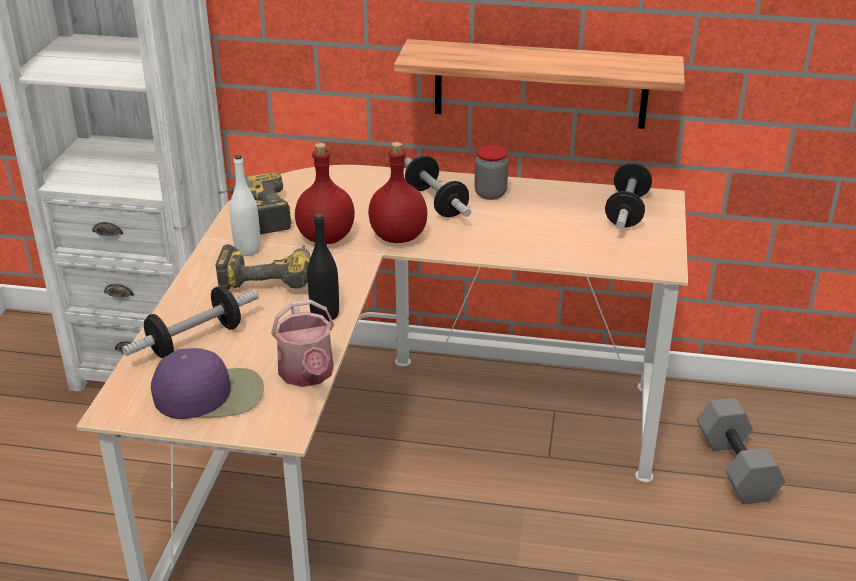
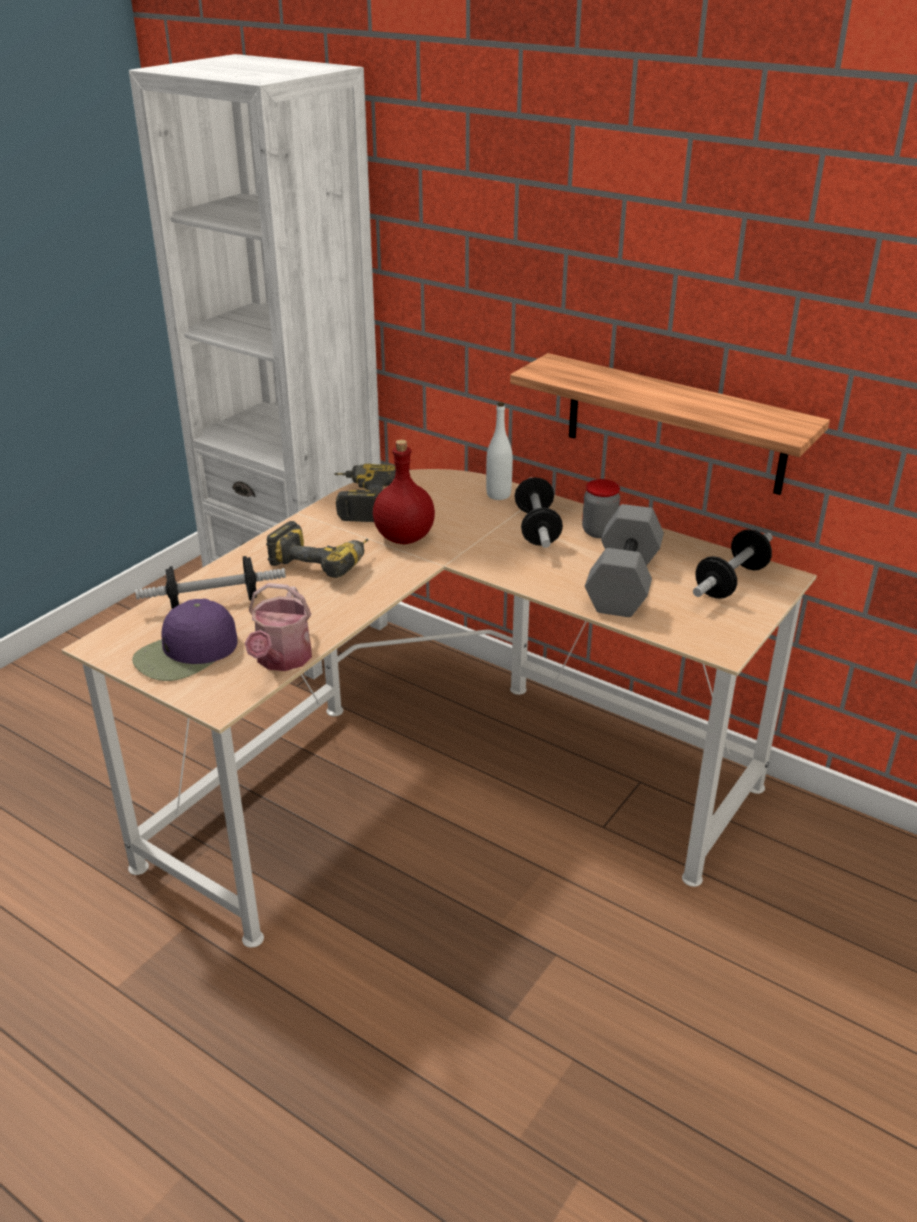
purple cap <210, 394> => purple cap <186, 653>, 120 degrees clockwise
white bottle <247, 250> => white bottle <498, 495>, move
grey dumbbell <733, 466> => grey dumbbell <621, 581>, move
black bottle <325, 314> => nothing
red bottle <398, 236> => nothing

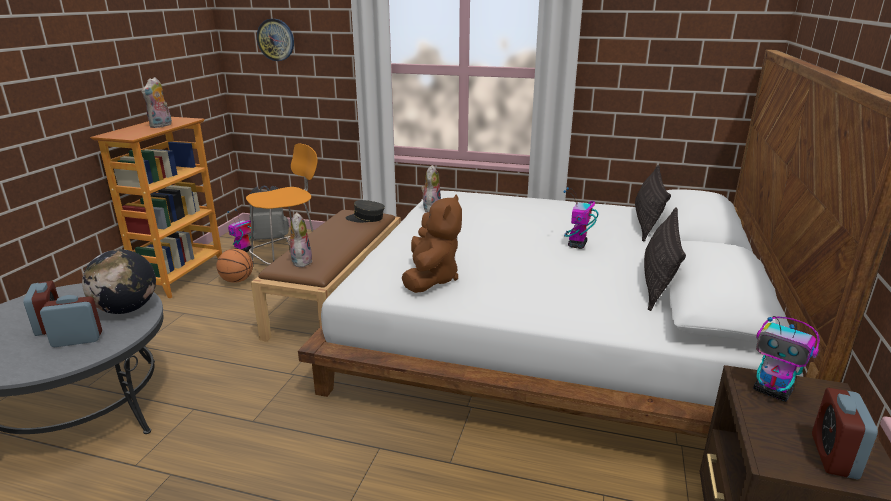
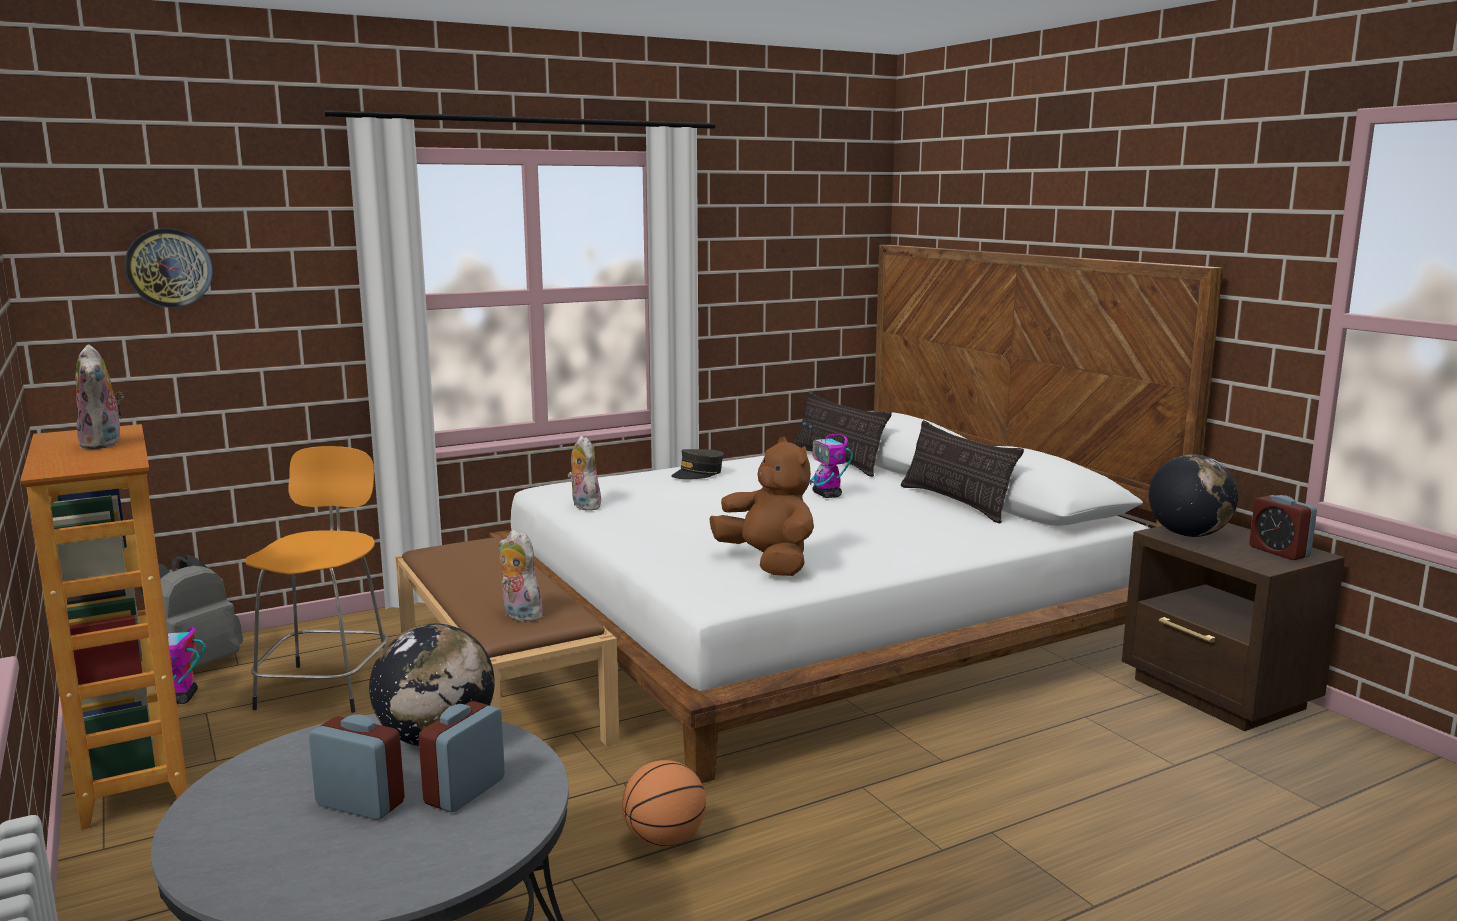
basketball <237, 281> => basketball <664, 840>, move
grey cap <366, 218> => grey cap <698, 474>, move
toy robot <773, 392> => globe <1188, 534>

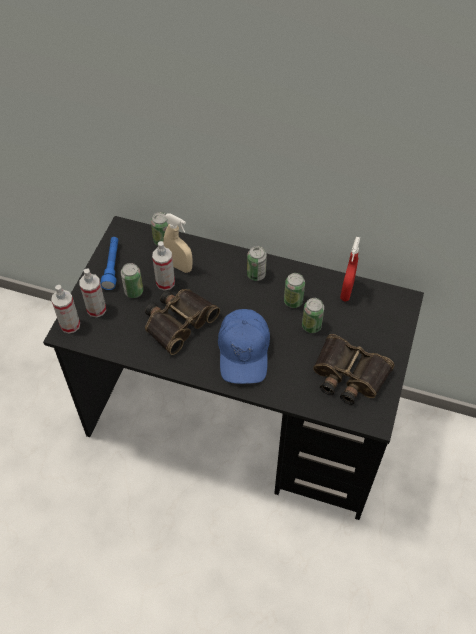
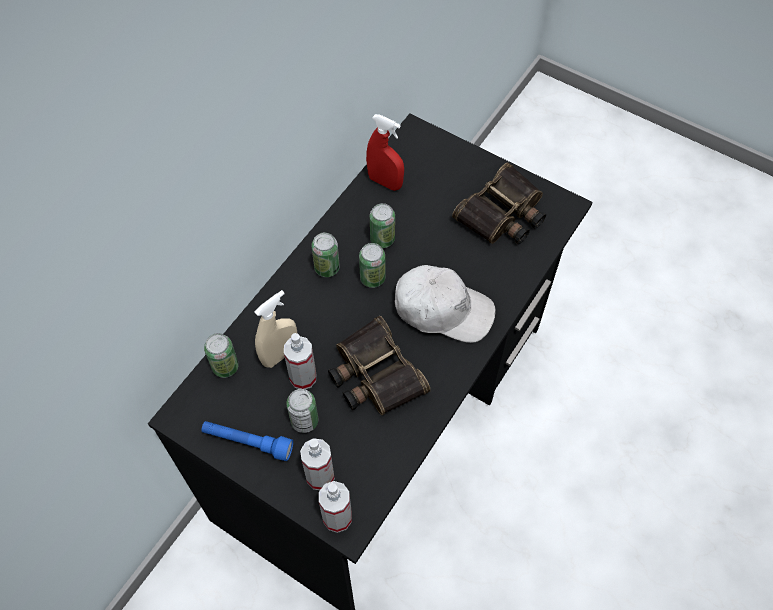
can <311, 326> => can <372, 278>, move
blue cap <244, 351> => white cap <442, 309>

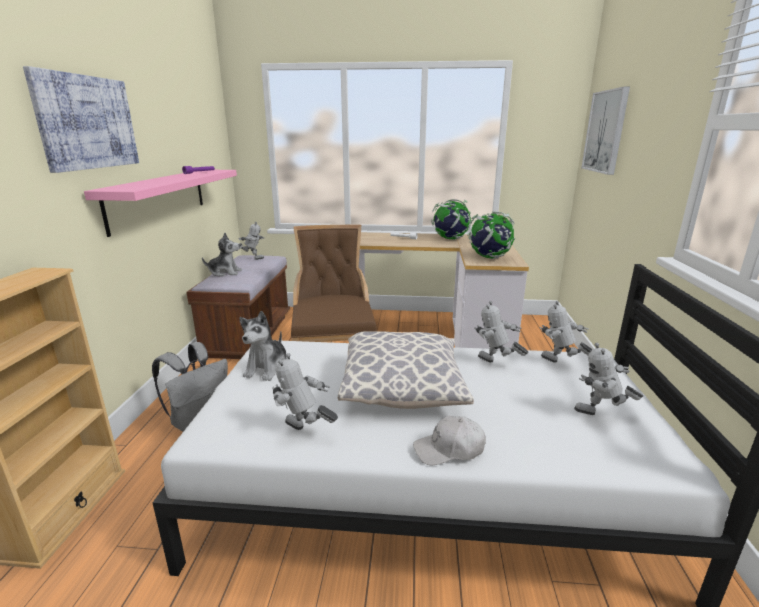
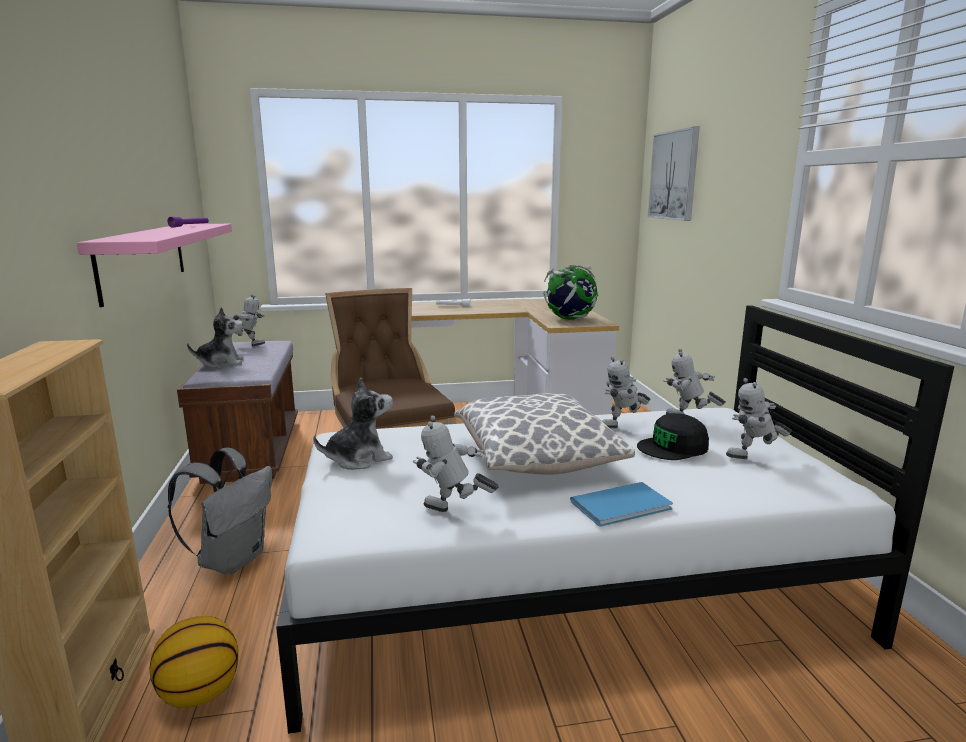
nothing => basketball <200, 693>
plush toy <268, 368> => plush toy <358, 459>, 120 degrees counterclockwise
white cap <449, 449> => blue book <624, 506>
toy robot <496, 364> => toy robot <623, 427>, 45 degrees counterclockwise
nothing => black cap <673, 447>
picture <87, 122> => nothing
globe <450, 239> => nothing

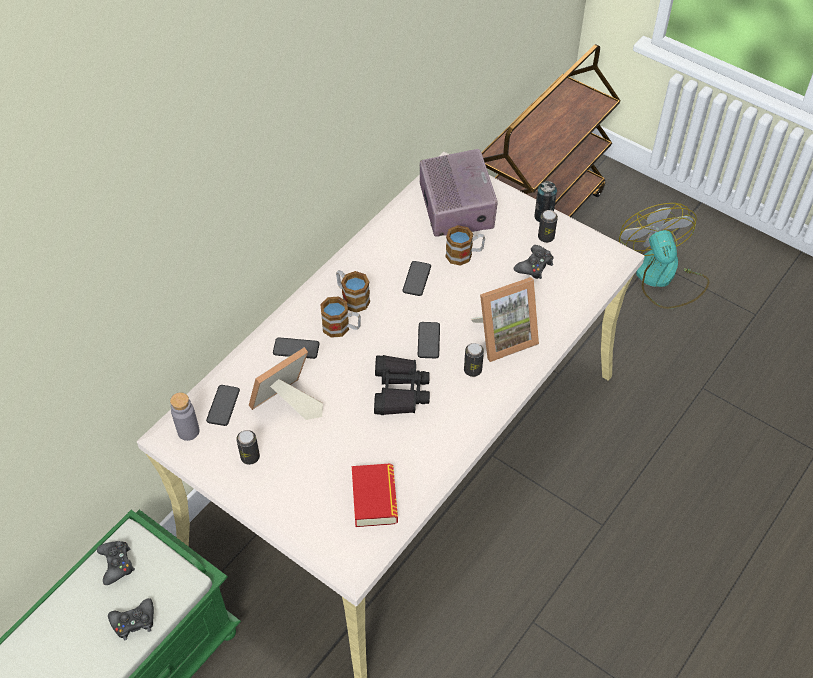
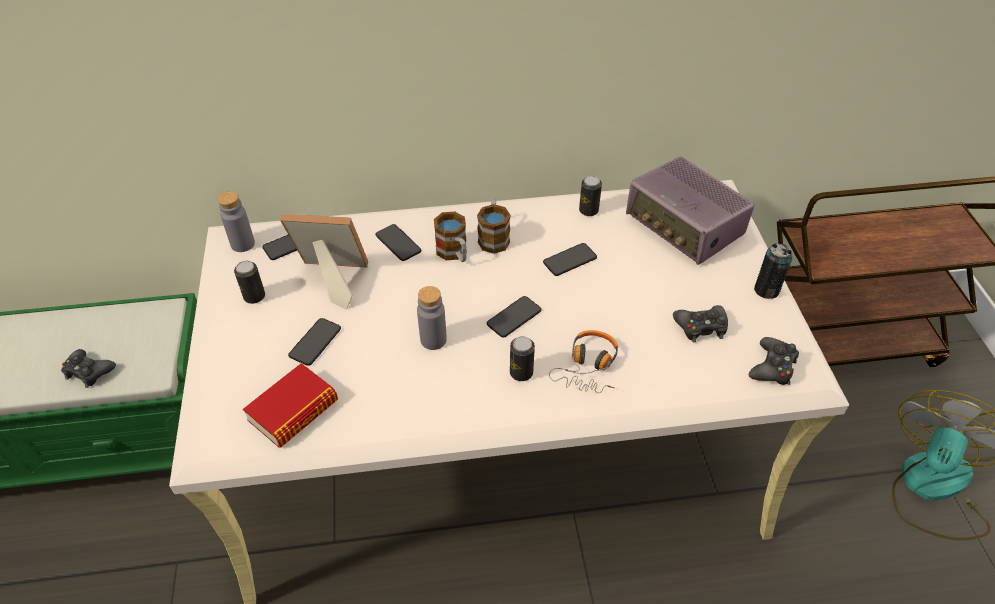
nothing => phone <315, 342>
black binoculars <400, 391> => grey bottle <433, 340>
picture frame <503, 337> => headphones <588, 367>
can <546, 237> => can <588, 210>, move
radio <456, 206> => radio <684, 227>, 105 degrees clockwise
black game controller <117, 564> => black game controller <772, 367>, move
mug <464, 254> => nothing

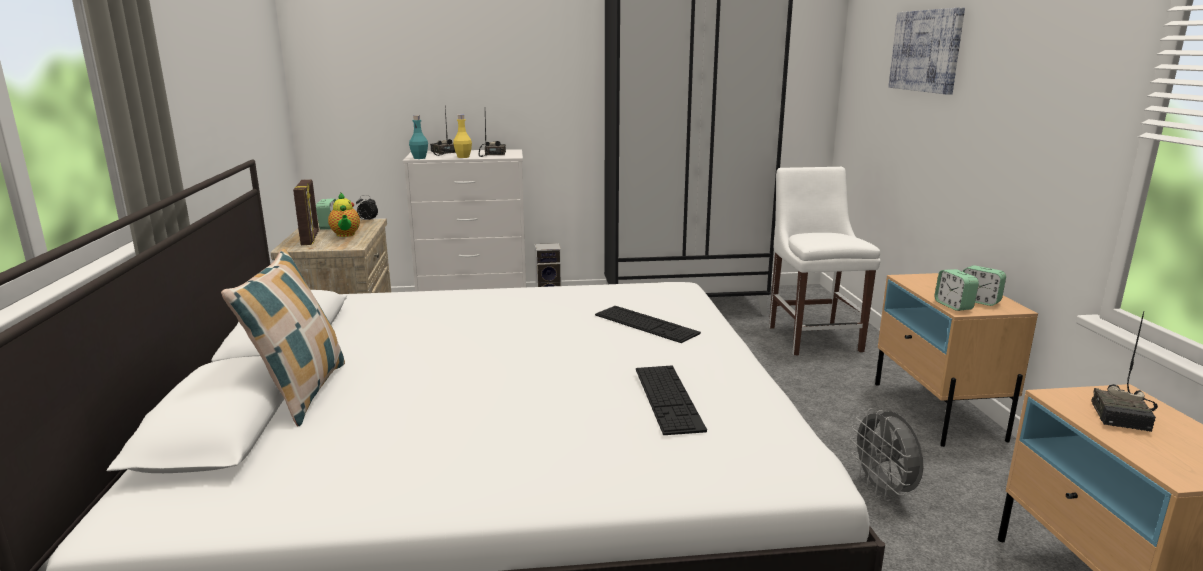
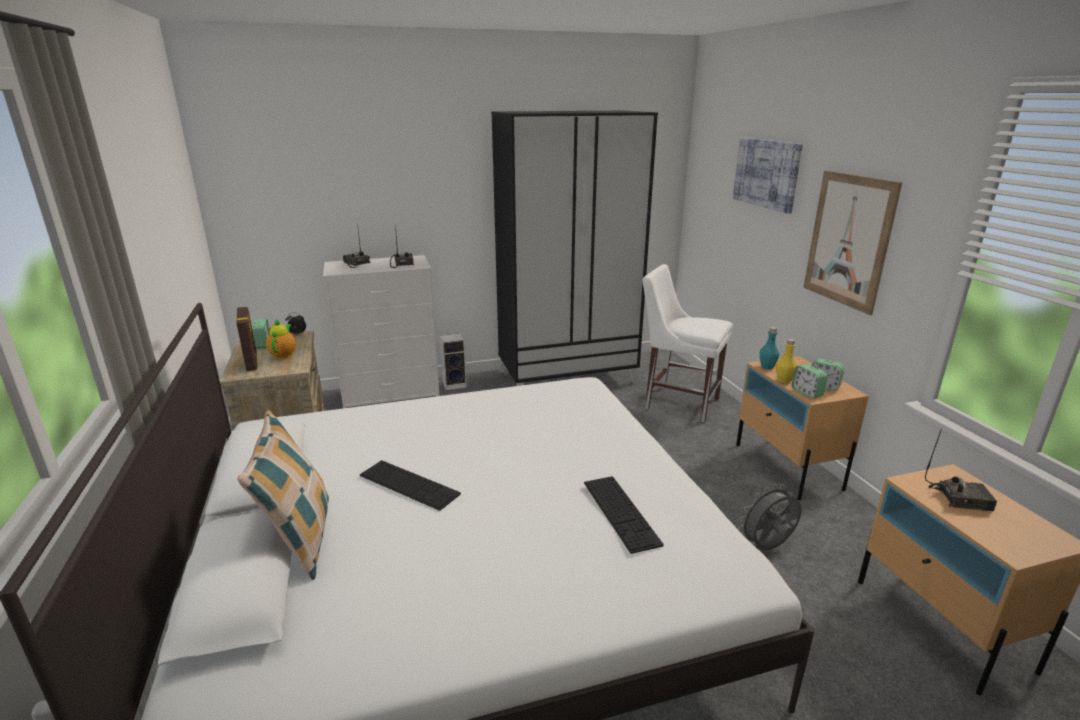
teapot <345, 235> => teapot <284, 354>, 150 degrees counterclockwise
keyboard <646, 324> => keyboard <409, 484>, move
white chair <813, 337> => white chair <678, 402>, 45 degrees counterclockwise
grey fan <883, 491> => grey fan <767, 548>, 90 degrees clockwise
turquoise bottle <419, 158> => turquoise bottle <767, 366>, move
yellow bottle <463, 157> => yellow bottle <784, 380>, move
nothing => picture <848, 240>
radio <1125, 417> => radio <960, 498>, 90 degrees counterclockwise

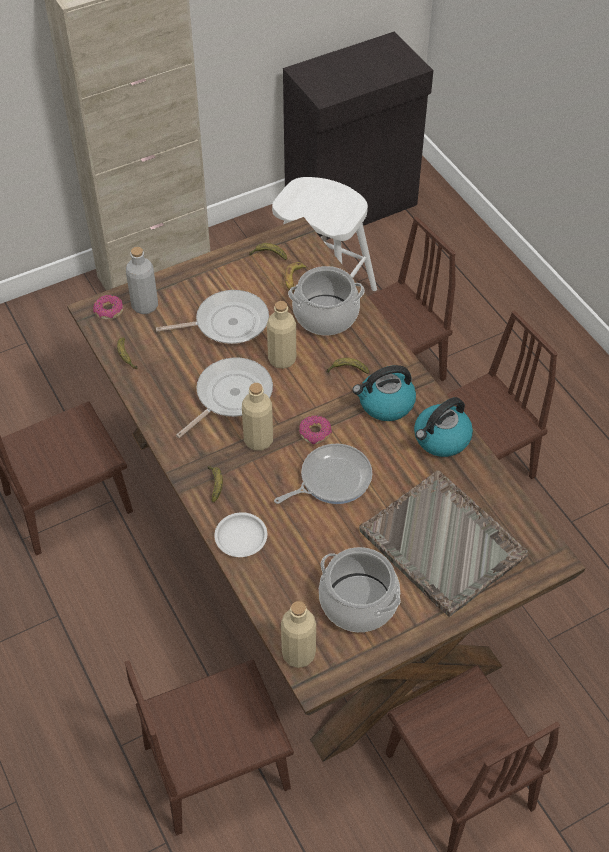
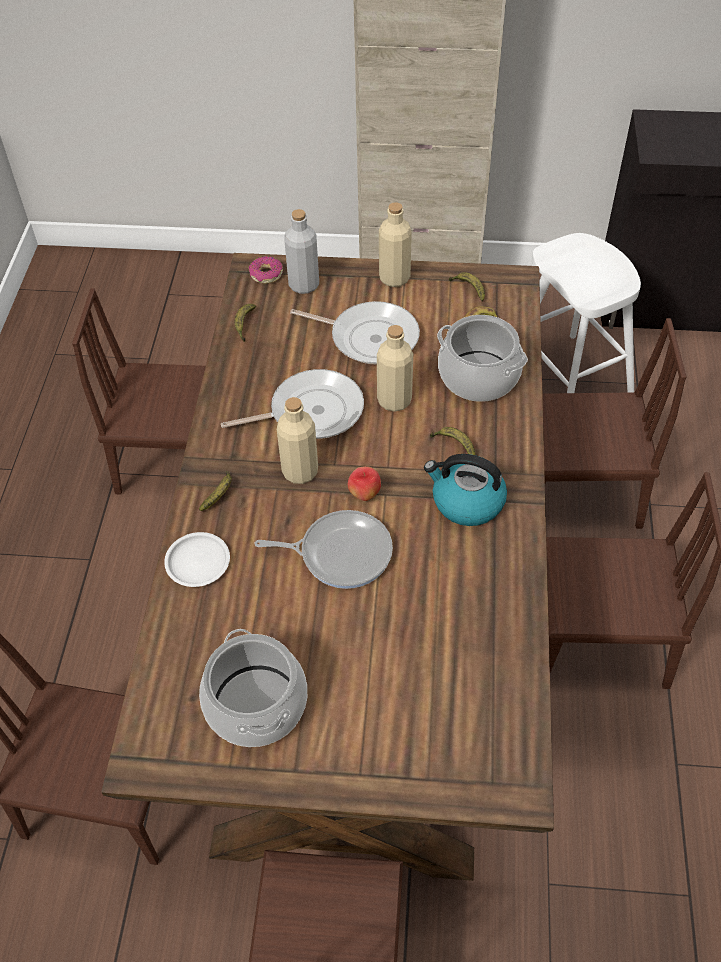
donut <315, 433> => apple <364, 494>
beige bottle <298, 654> => beige bottle <394, 278>, move
grey tray <443, 545> => nothing
kettle <441, 439> => nothing

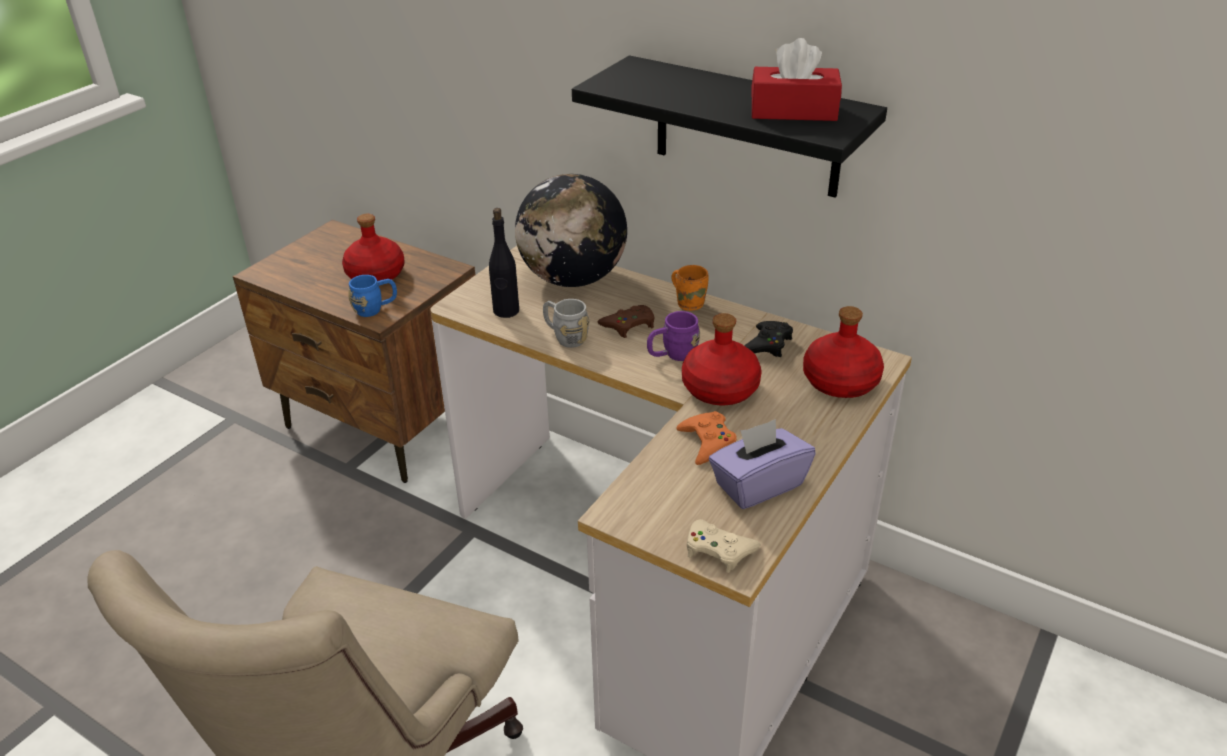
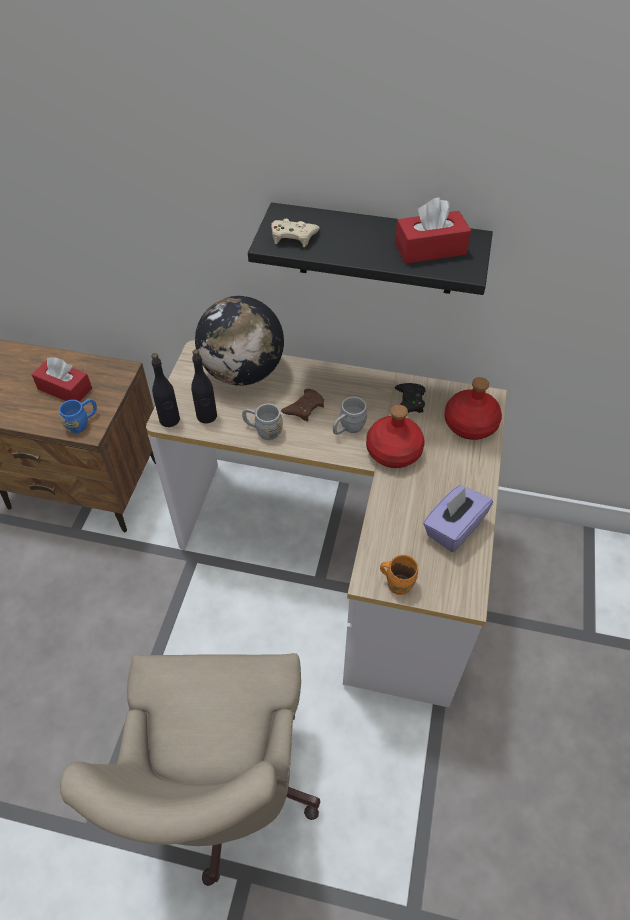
red bottle <375, 275> => red tissue box <65, 389>
nothing => black bottle <169, 420>
beige game controller <719, 550> => beige game controller <293, 236>, move
purple mug <672, 355> => grey mug <348, 428>
orange mug <690, 303> => orange mug <398, 583>, move
orange game controller <707, 442> => nothing

